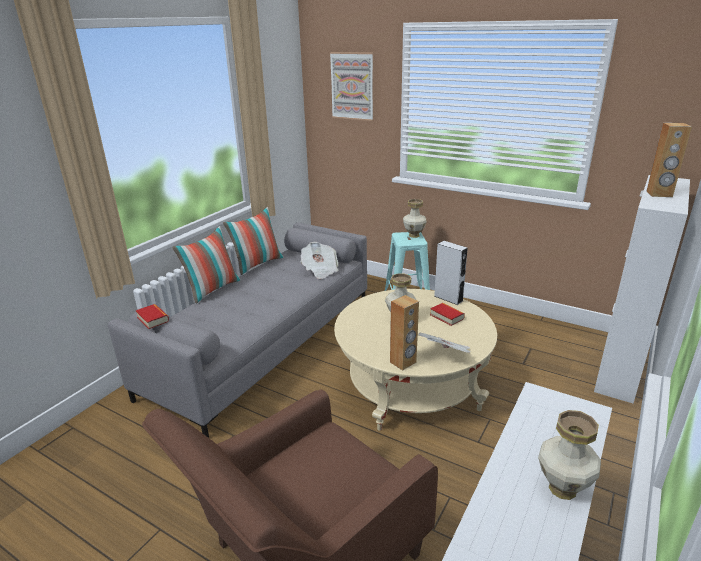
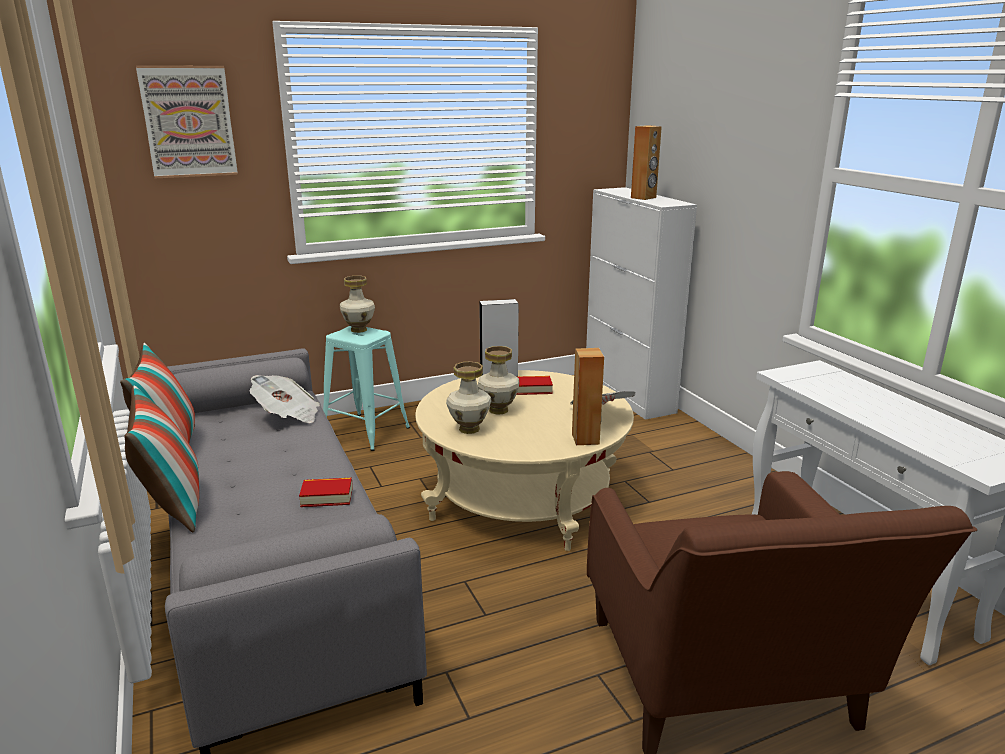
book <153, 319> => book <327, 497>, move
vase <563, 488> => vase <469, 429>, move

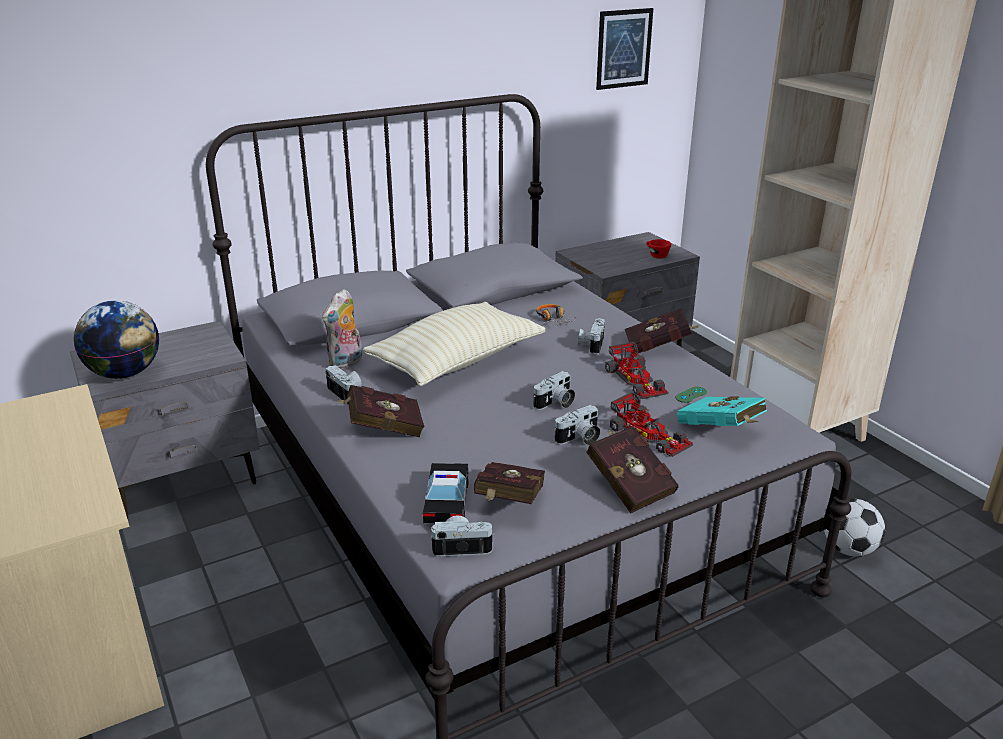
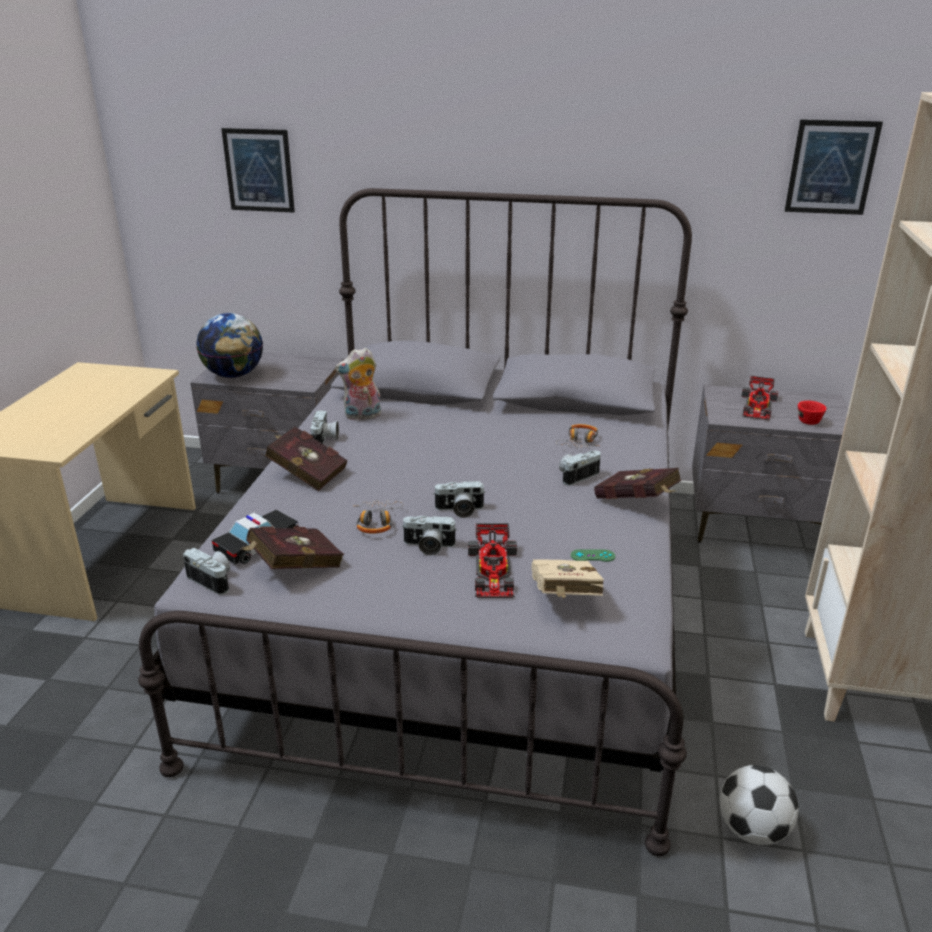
nothing => picture <259, 170>
nothing => headphones <376, 522>
turquoise book <721, 430> => beige book <563, 599>
toy car <636, 379> => toy car <757, 406>, move
beige pillow <457, 362> => nothing
red book <628, 485> => nothing

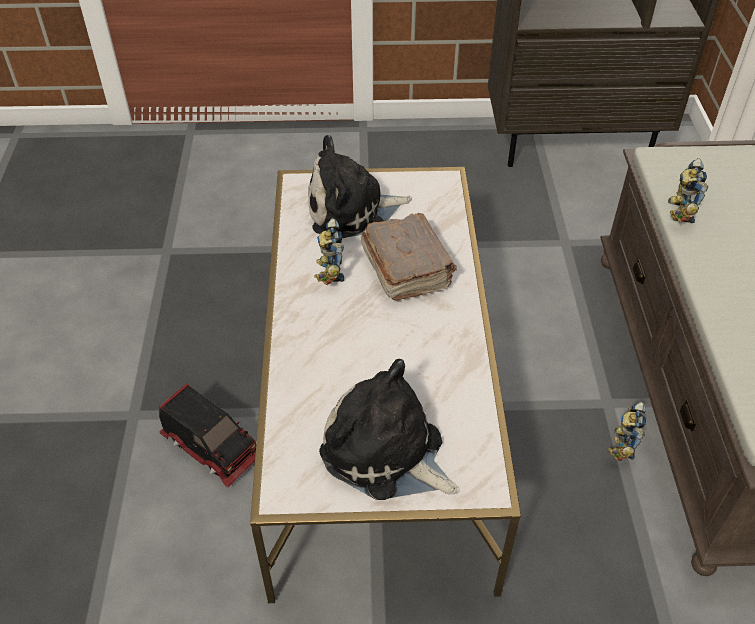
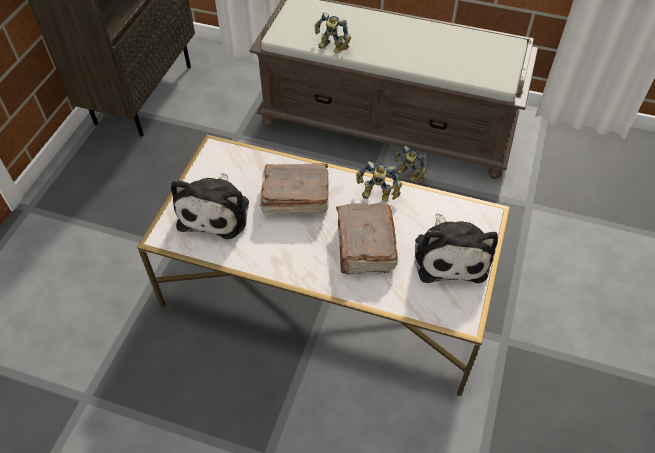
nothing => brown book <364, 247>
toy robot <328, 271> => toy robot <377, 195>, move
plush toy <387, 454> => plush toy <450, 255>, 60 degrees counterclockwise
toy truck <213, 445> => nothing

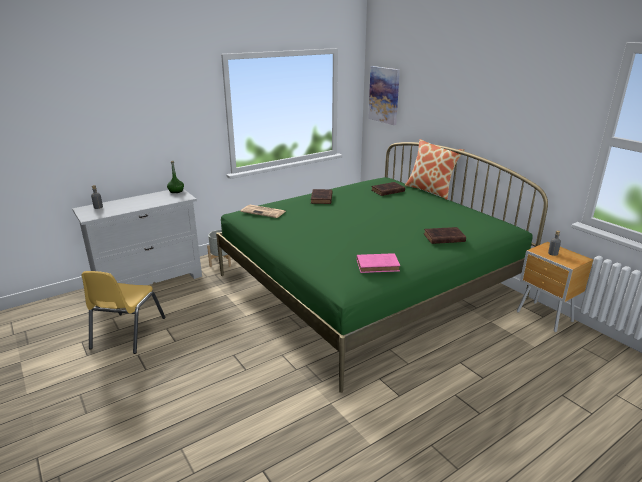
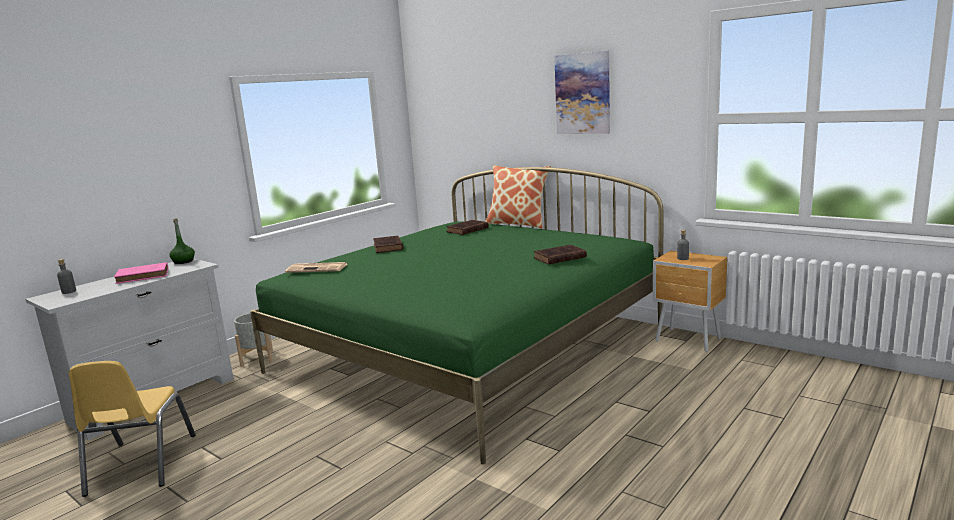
pink book <379, 265> => pink book <144, 276>, move
picture <384, 95> => picture <583, 93>, move

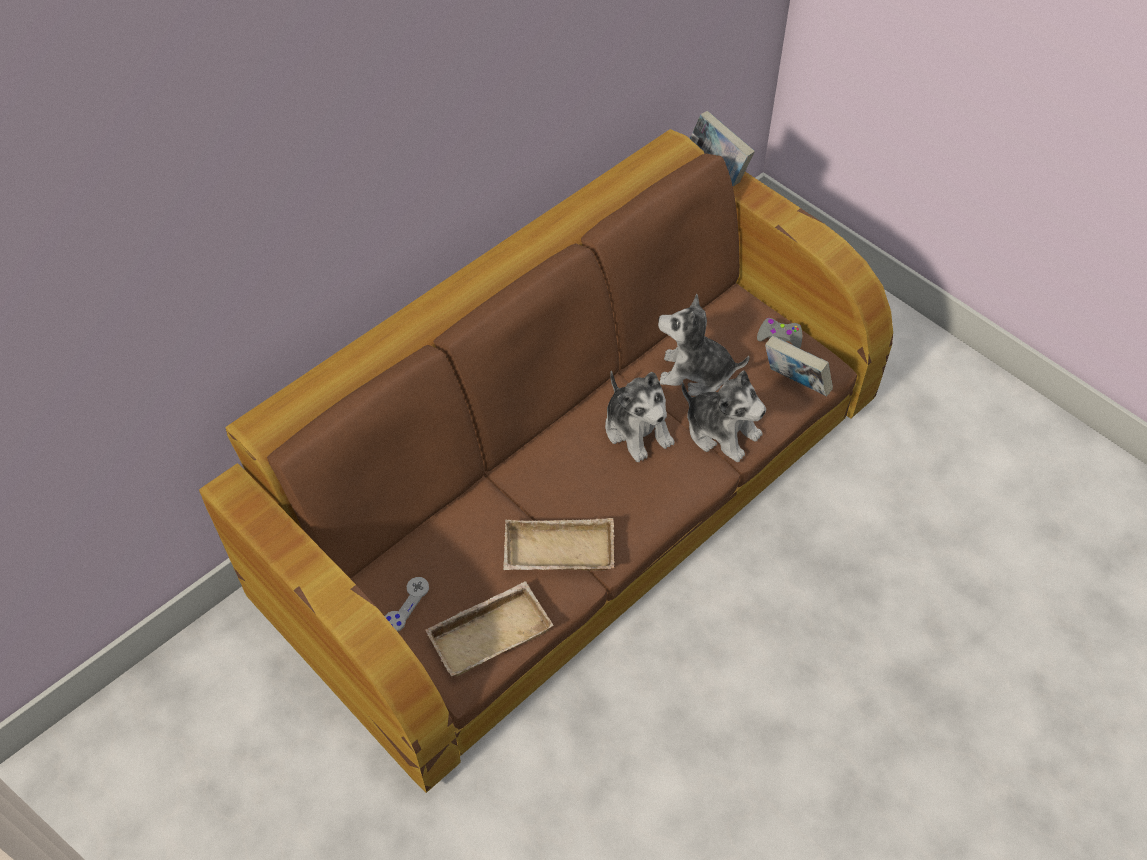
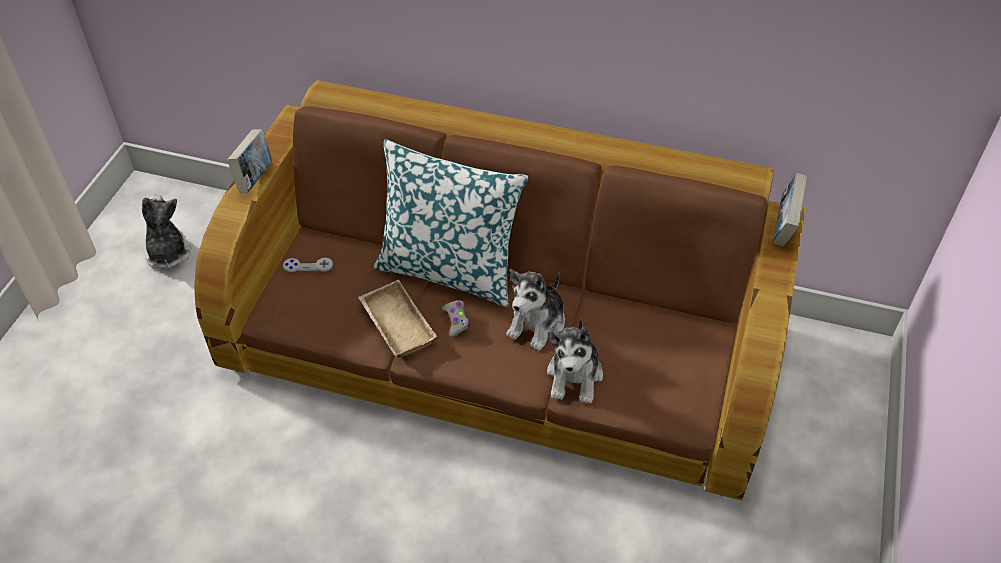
plush toy <695, 373> => plush toy <168, 253>, move
book <794, 383> => book <255, 178>, move
nothing => pillow <449, 270>
grey game controller <779, 337> => grey game controller <456, 321>, move
beige tray <490, 631> => nothing

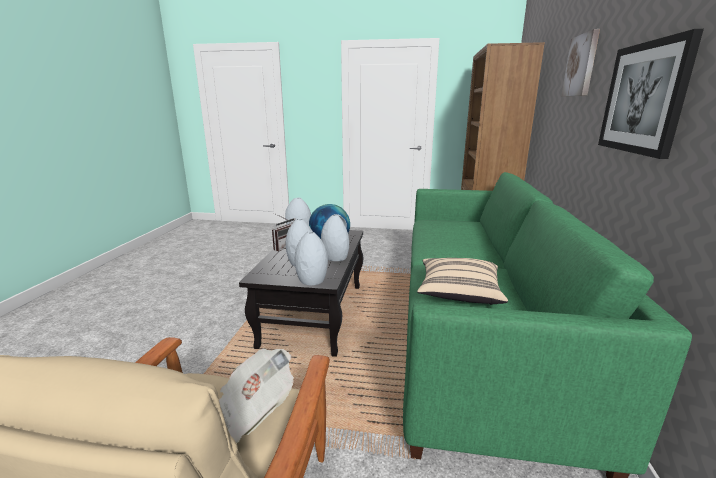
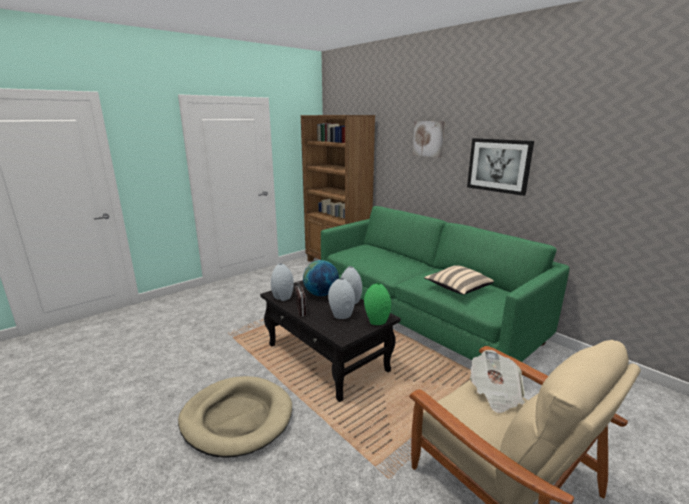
nothing => beige dog bed <237, 418>
grey vase <311, 280> => green vase <377, 321>

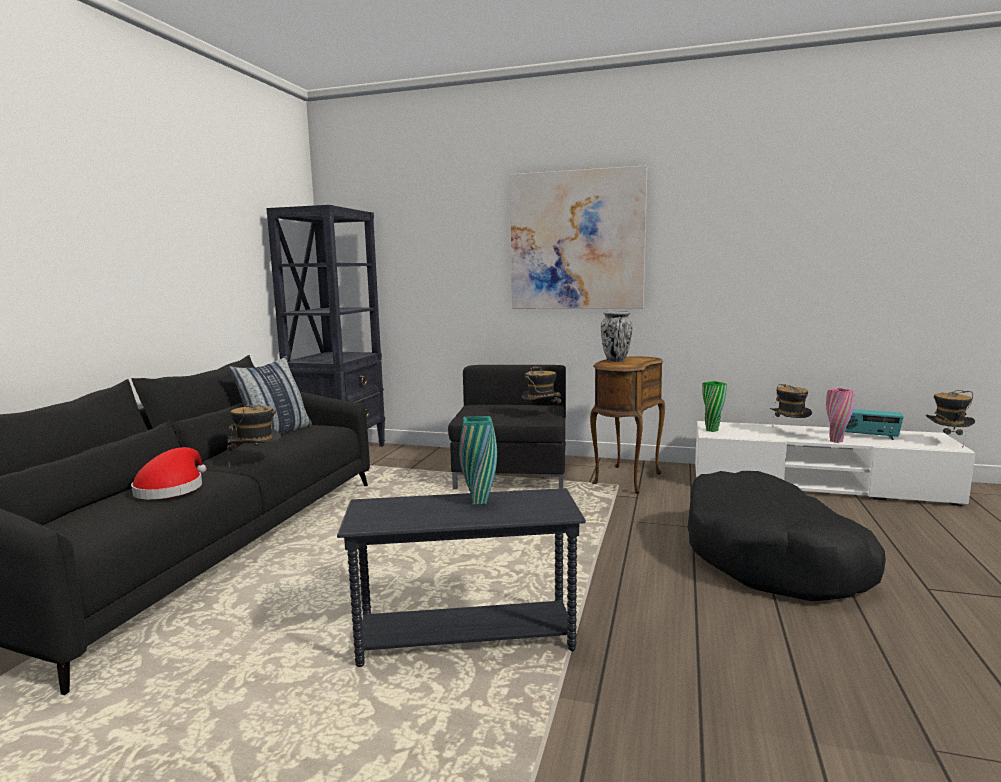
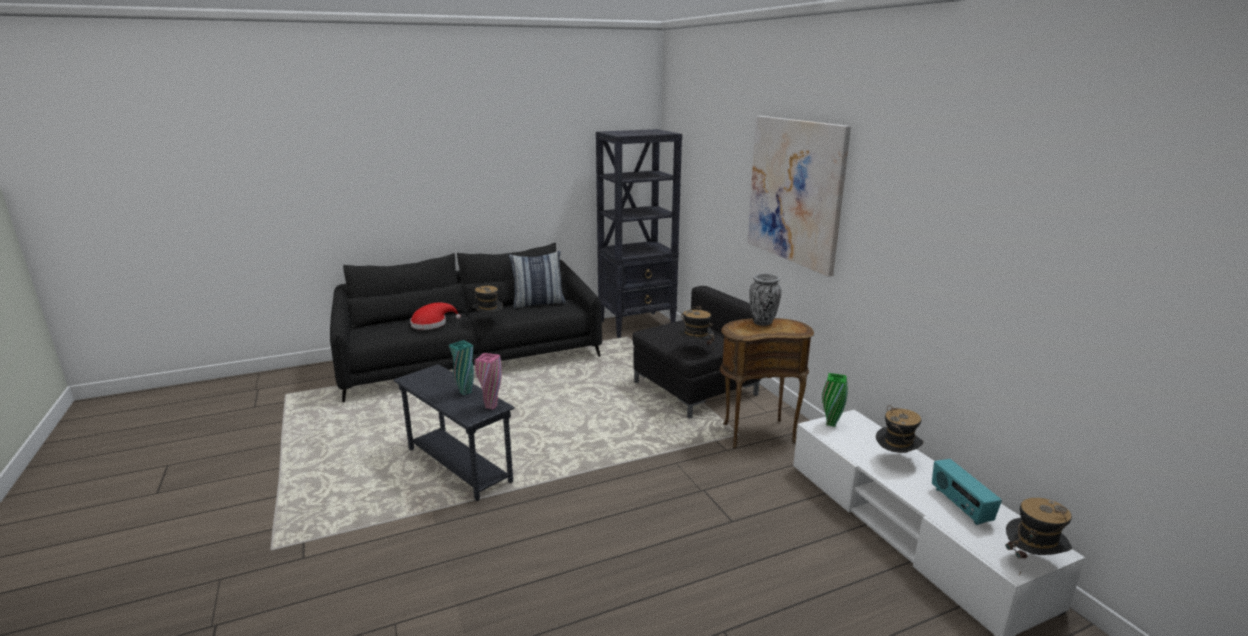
pink vase <836, 441> => pink vase <491, 406>, move
black dog bed <772, 557> => nothing

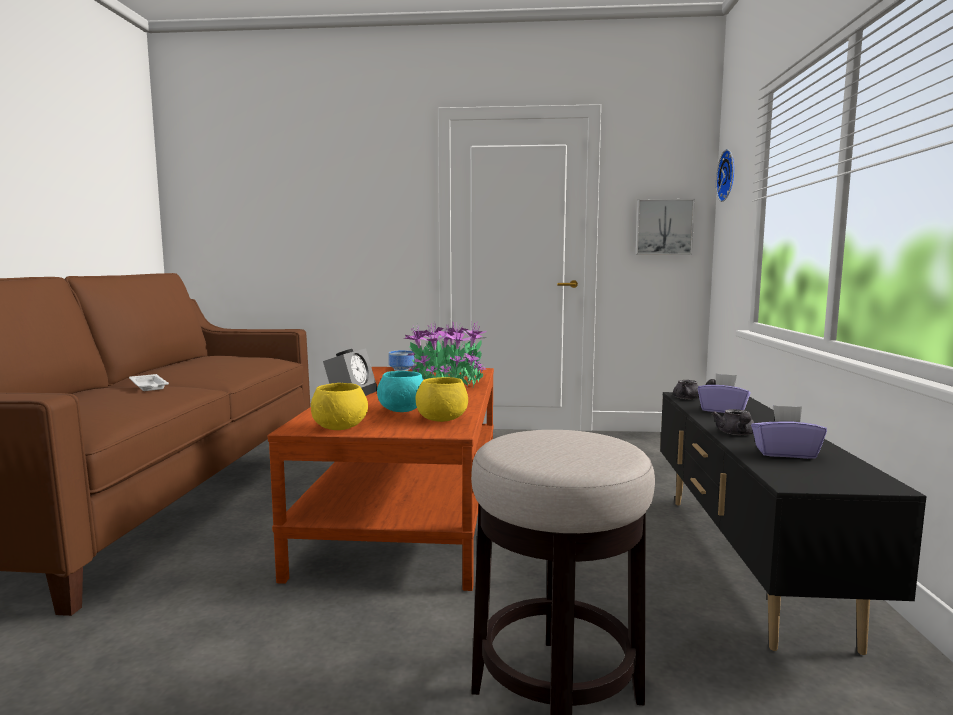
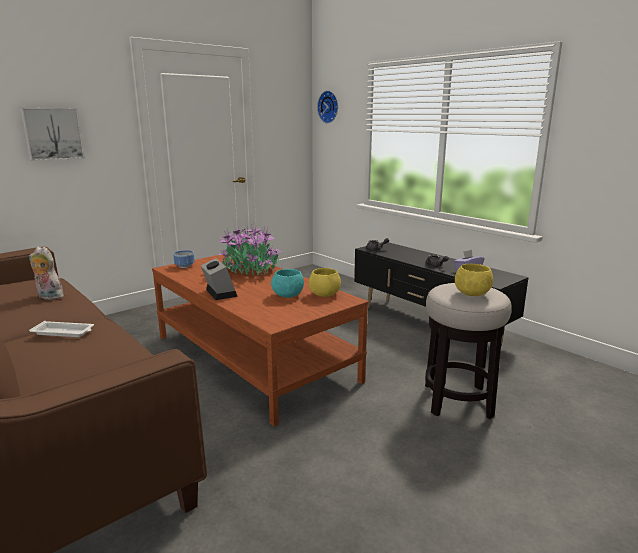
picture <663, 227> => picture <53, 134>, move
nothing => plush toy <48, 297>
yellow bowl <339, 428> => yellow bowl <471, 294>, move
purple tissue box <723, 410> => nothing

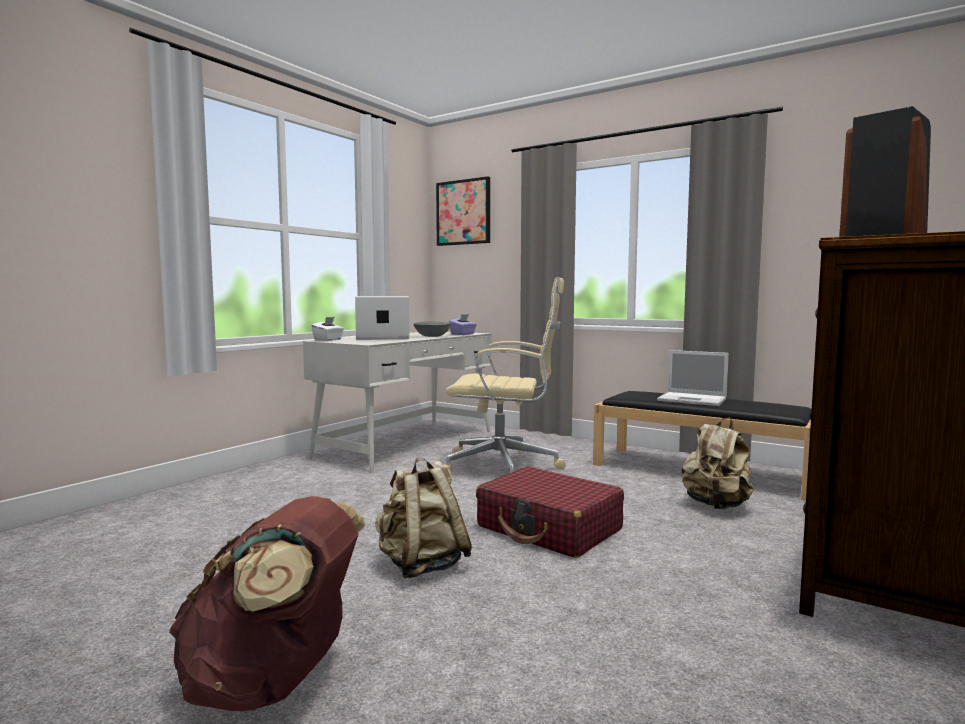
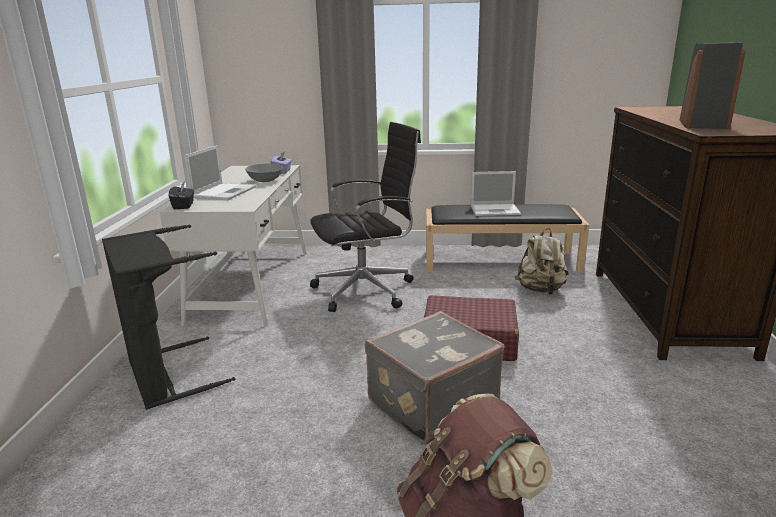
nothing => black laundry basket <166, 375>
white tissue box <328, 340> => black tissue box <184, 206>
laptop <380, 338> => laptop <224, 192>, 150 degrees clockwise
beige office chair <505, 467> => black office chair <367, 290>
beige backpack <421, 565> => grey suitcase <430, 403>
picture <463, 212> => nothing

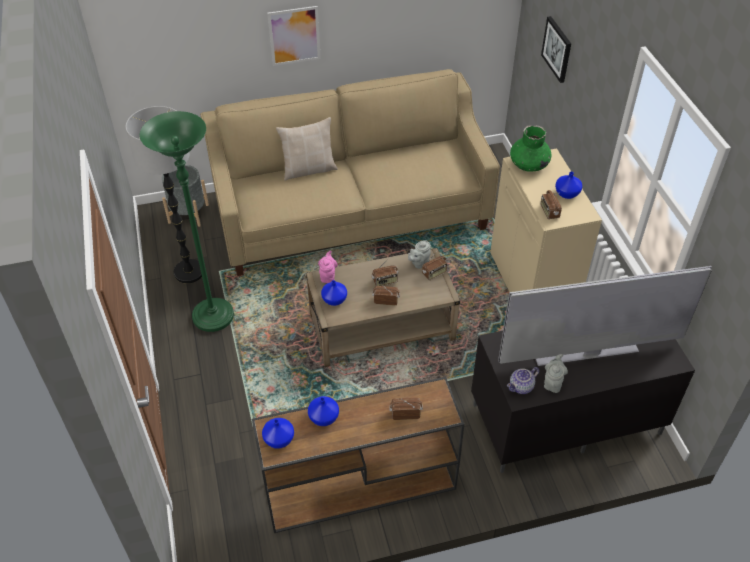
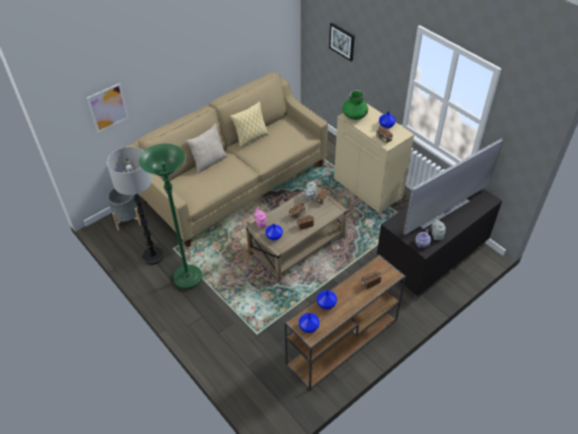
picture <294, 36> => picture <108, 107>, move
nothing => pillow <251, 138>

